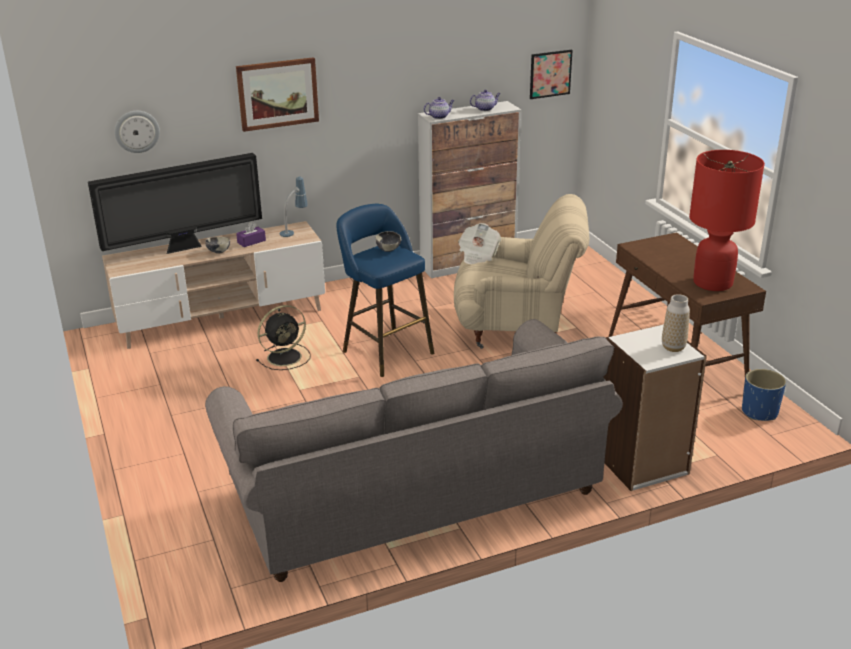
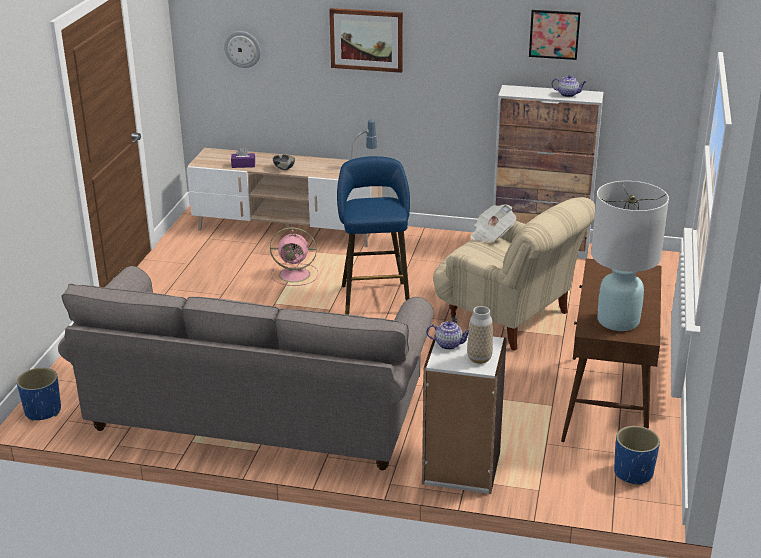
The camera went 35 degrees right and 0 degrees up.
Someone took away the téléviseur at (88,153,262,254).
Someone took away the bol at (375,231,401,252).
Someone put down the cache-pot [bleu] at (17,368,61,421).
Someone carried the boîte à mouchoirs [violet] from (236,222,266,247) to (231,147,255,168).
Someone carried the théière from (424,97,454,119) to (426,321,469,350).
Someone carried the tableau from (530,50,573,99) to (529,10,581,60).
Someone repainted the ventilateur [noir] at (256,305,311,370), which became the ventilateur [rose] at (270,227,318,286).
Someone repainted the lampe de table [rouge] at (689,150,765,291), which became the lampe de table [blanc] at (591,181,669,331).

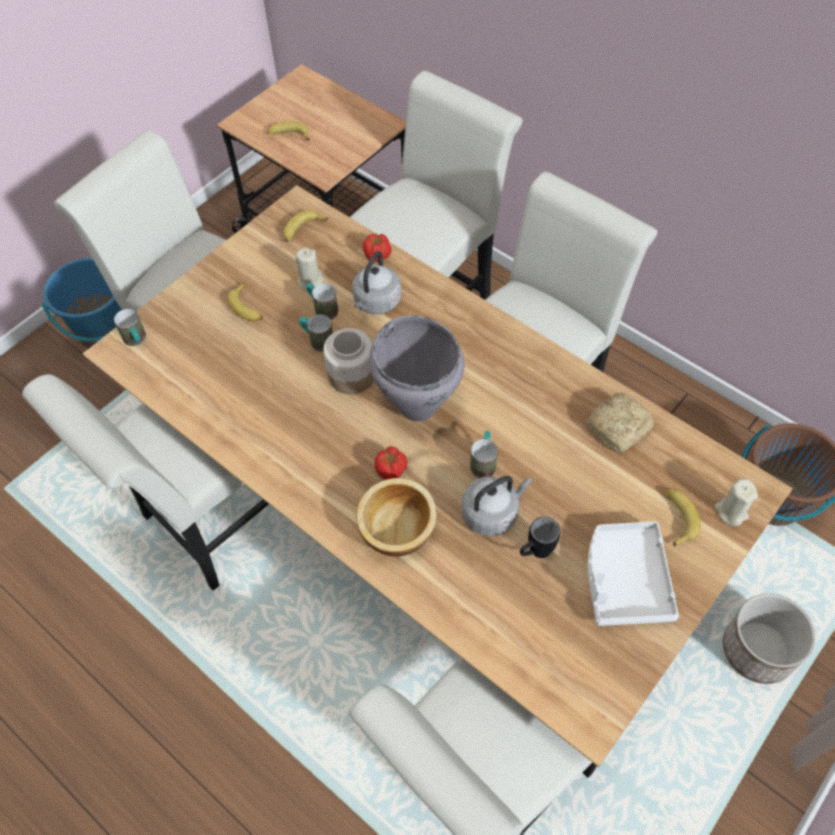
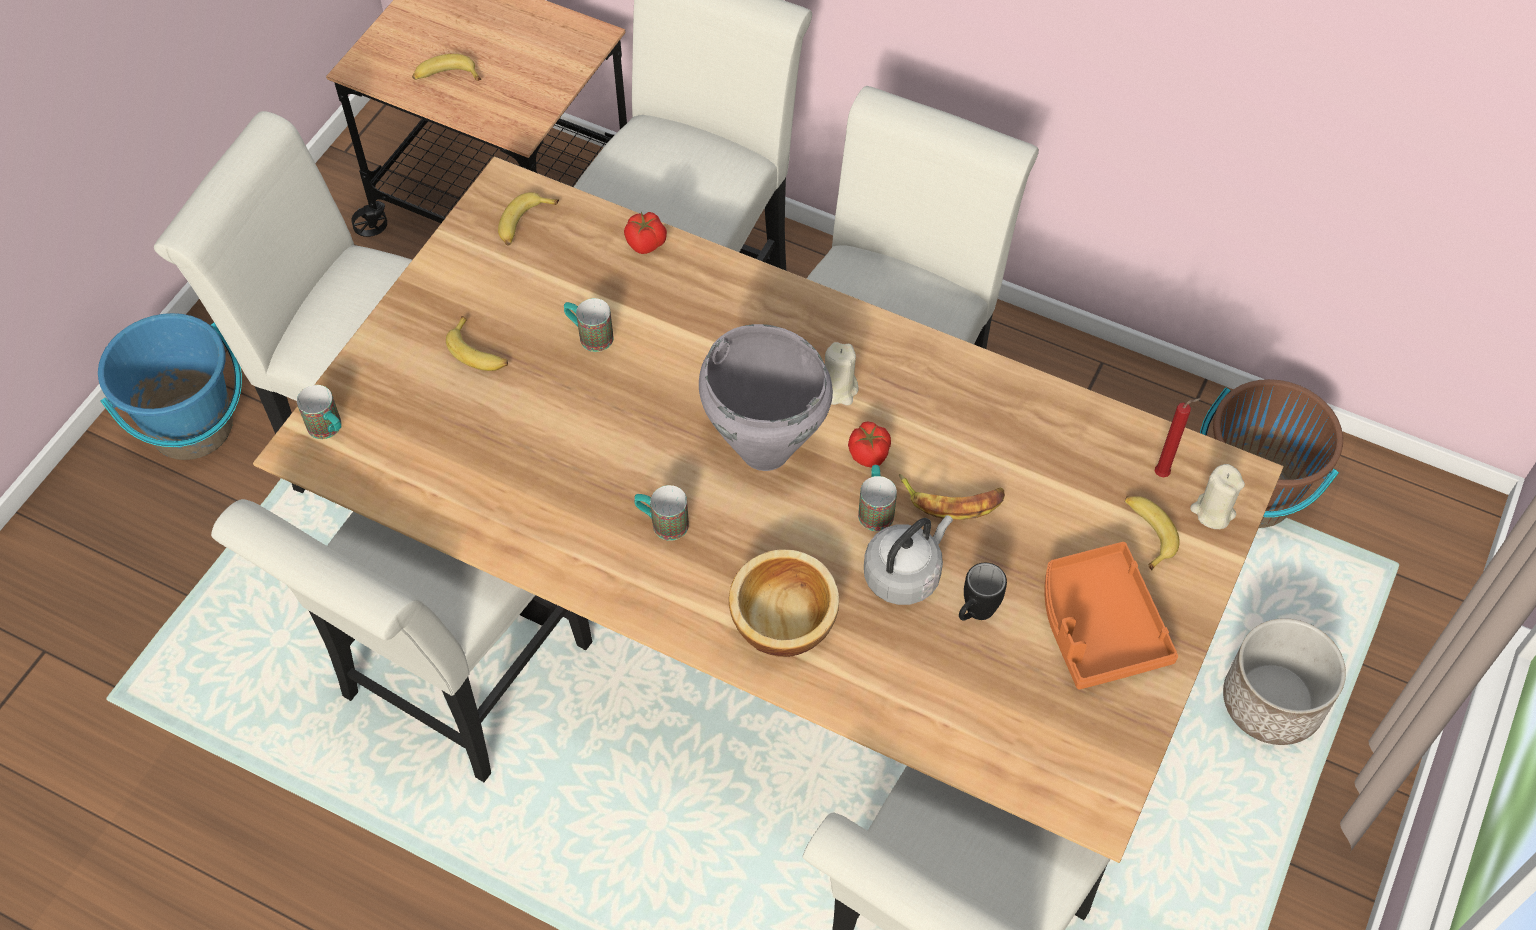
The camera went 15 degrees left and 0 degrees up.
Someone took away the bocal at (323,328,374,394).
Someone took away the bouilloire [gris] at (352,251,401,314).
Someone took away the pain at (587,392,654,452).
Someone put down the banane at (899,474,1005,520).
Someone put down the bougie [rouge] at (1155,398,1201,477).
Someone carried the bougie [beige] from (295,247,323,290) to (825,342,858,405).
Someone carried the mug from (299,314,333,352) to (634,485,689,541).
Someone carried the tomate from (375,447,408,480) to (848,421,891,467).
Someone repainted the plateau [blanc] at (588,521,679,626), which became the plateau [orange] at (1045,542,1178,690).

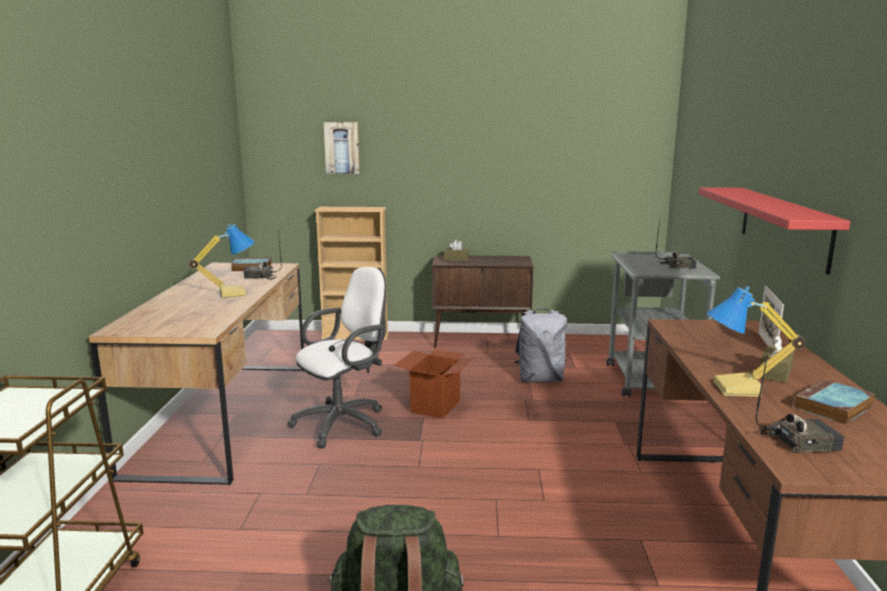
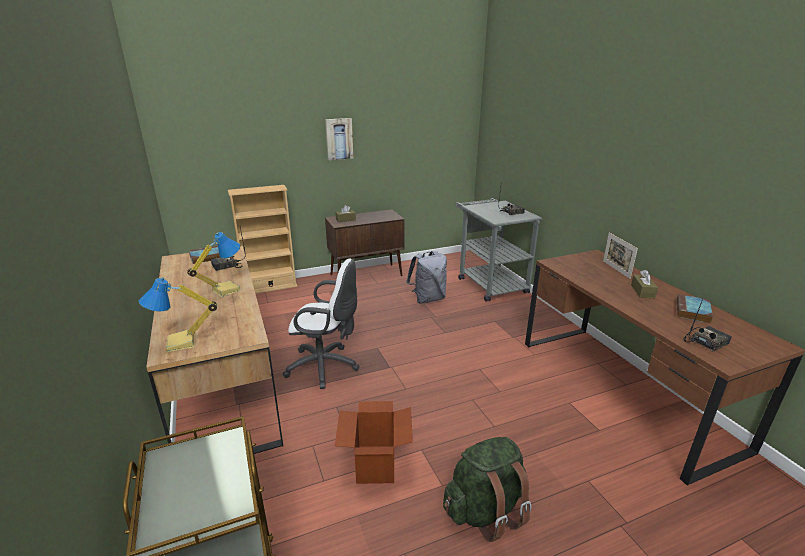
The camera went 25 degrees left and 10 degrees up.
Someone took away the étagère [rouge] at (698,187,851,275).
Someone carried the tableau from (324,122,360,174) to (325,118,353,160).
Someone carried the carton from (394,349,475,419) to (335,401,413,484).
Someone carried the lampe de table from (707,286,805,397) to (139,277,217,352).
Someone rotated the chaise de bureau [blanc] at (287,267,386,448) by 75 degrees clockwise.

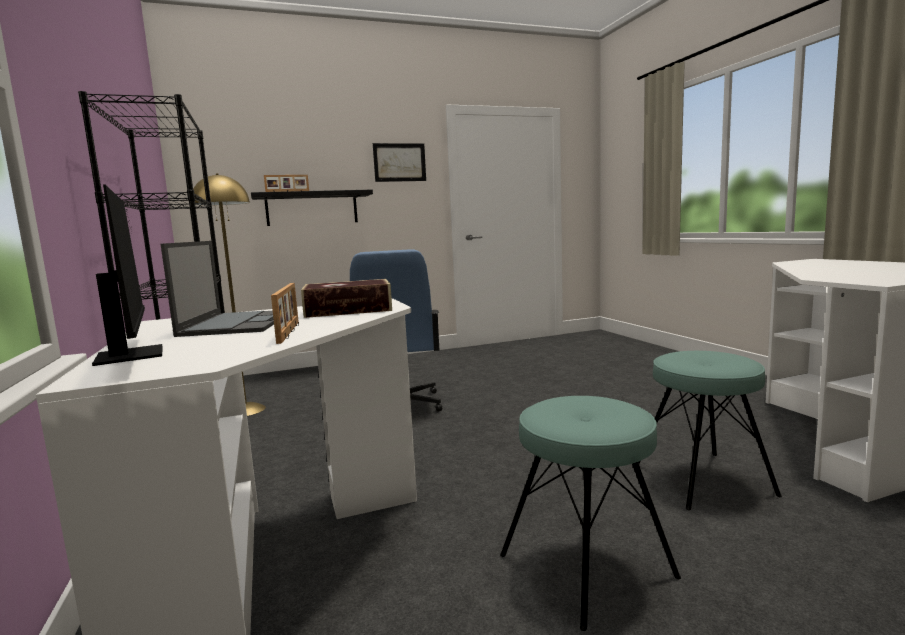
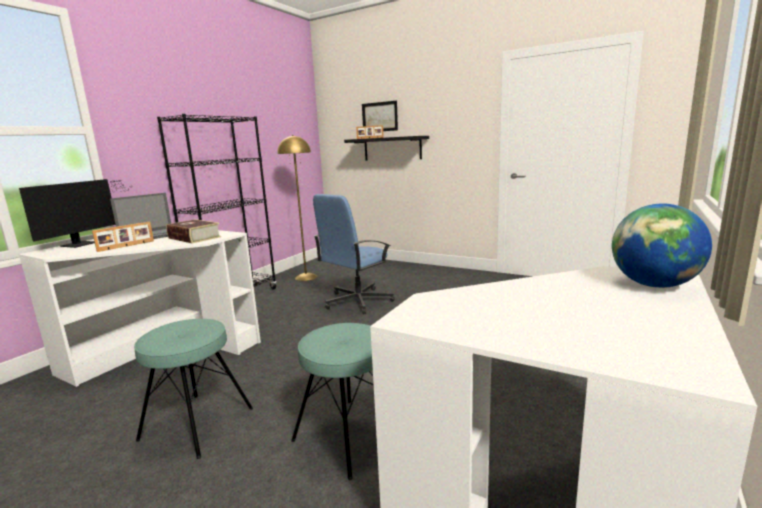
The camera went 50 degrees right and 5 degrees up.
Someone put down the globe at (612,203,712,288).
Someone carried the tableau from (373,143,426,182) to (362,101,398,131).

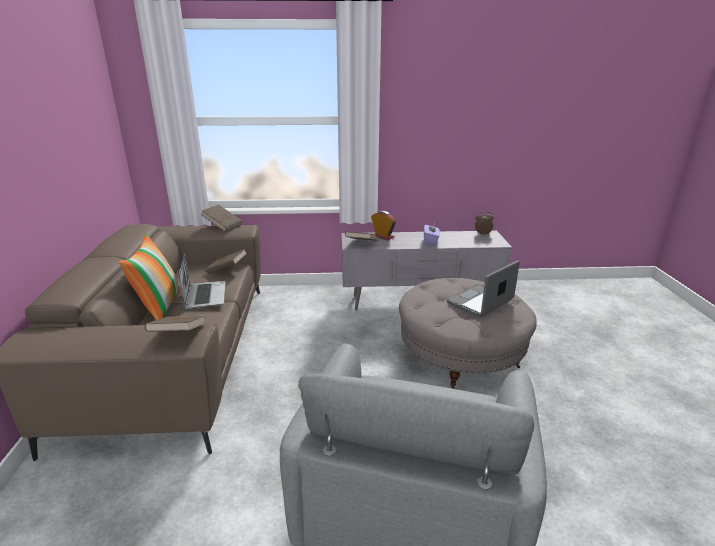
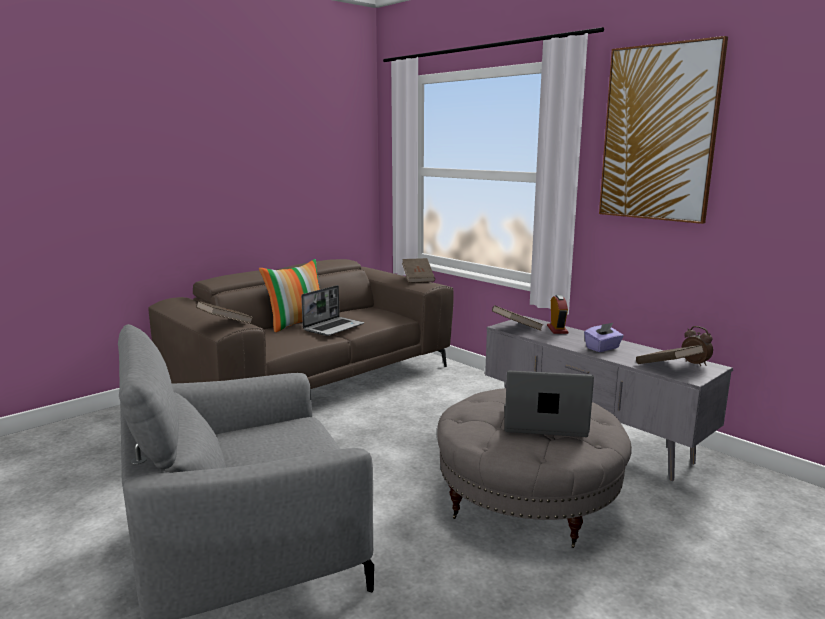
The camera went 50 degrees right and 10 degrees down.
Someone put up the tableau at (599,36,728,224).
Someone carried the livre [marron] from (206,249,247,274) to (636,345,705,364).

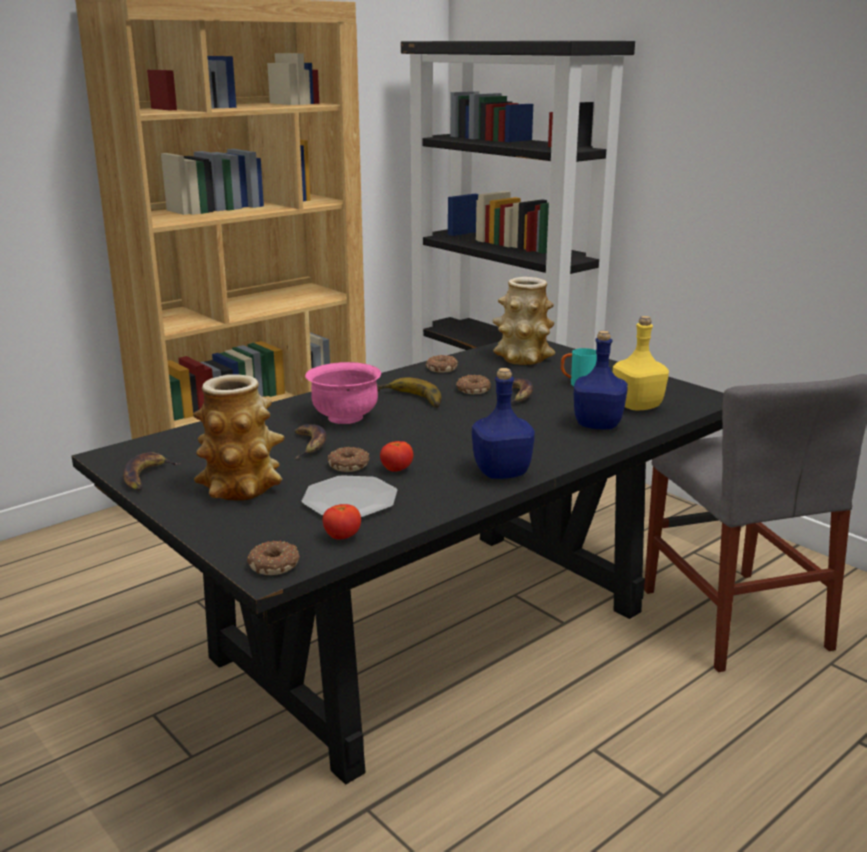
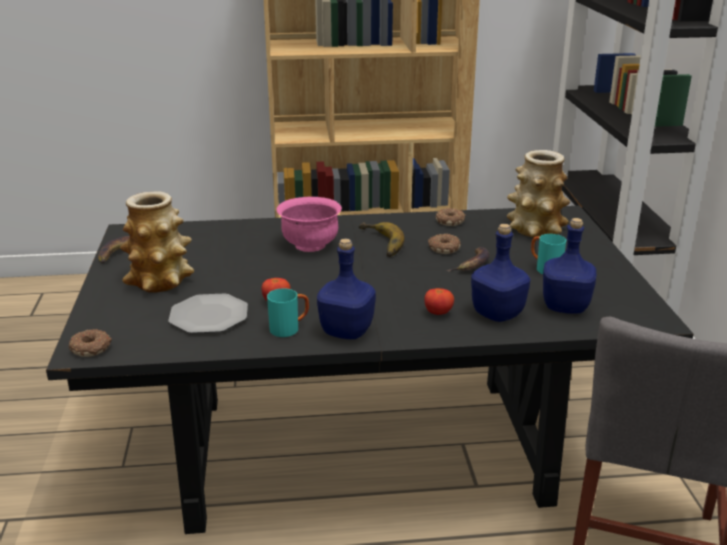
The camera went 35 degrees right and 5 degrees up.
Someone took away the banane at (294,424,327,459).
Someone took away the beignet at (328,447,369,472).
Someone put down the mug [turquoise] at (267,288,309,337).
Someone carried the tomate from (323,504,361,539) to (424,288,454,315).
Someone repainted the bouteille [jaune] at (613,316,669,410), which became the bouteille [bleu] at (543,218,596,314).

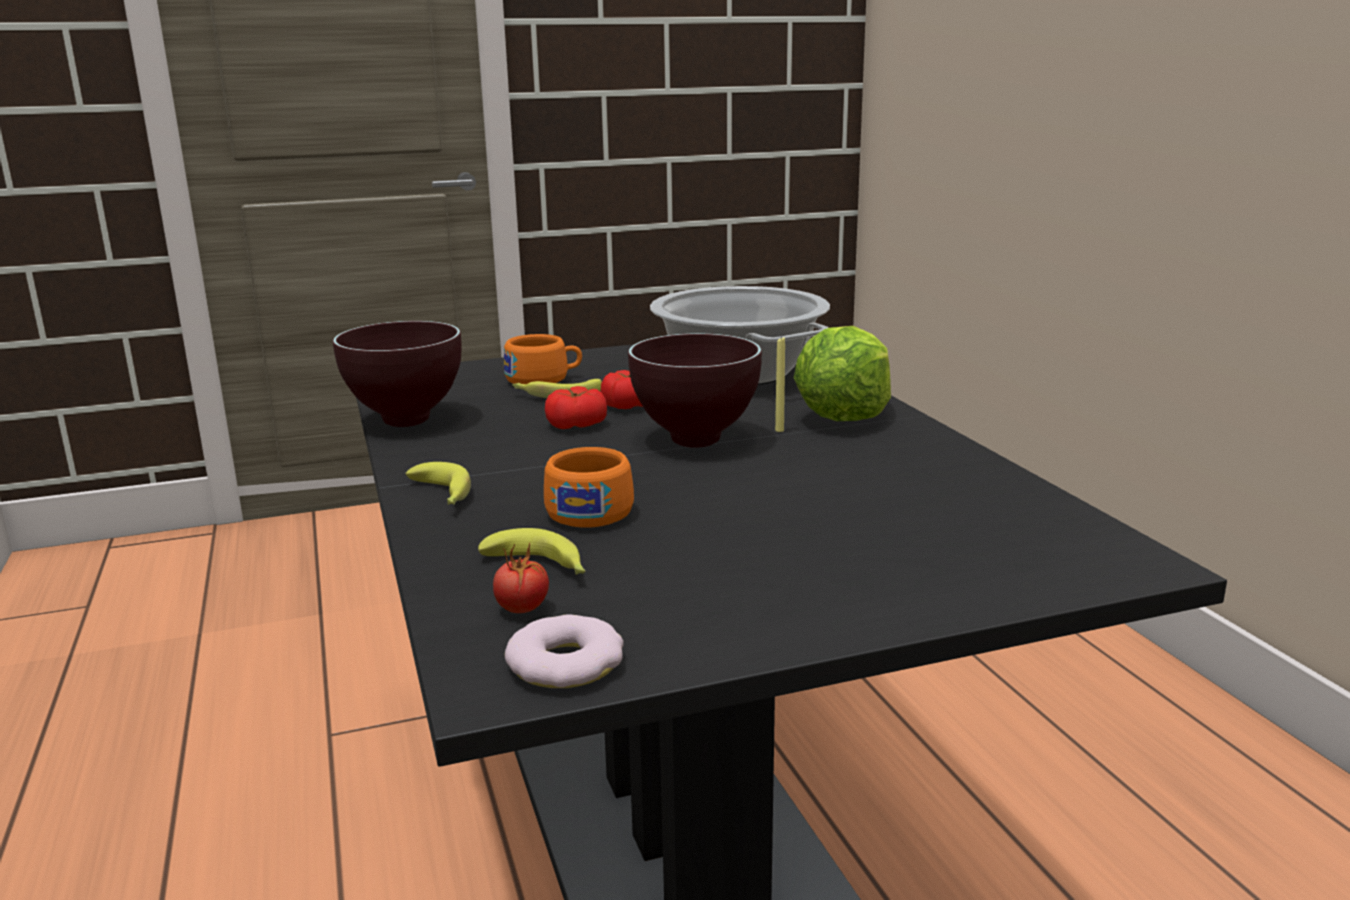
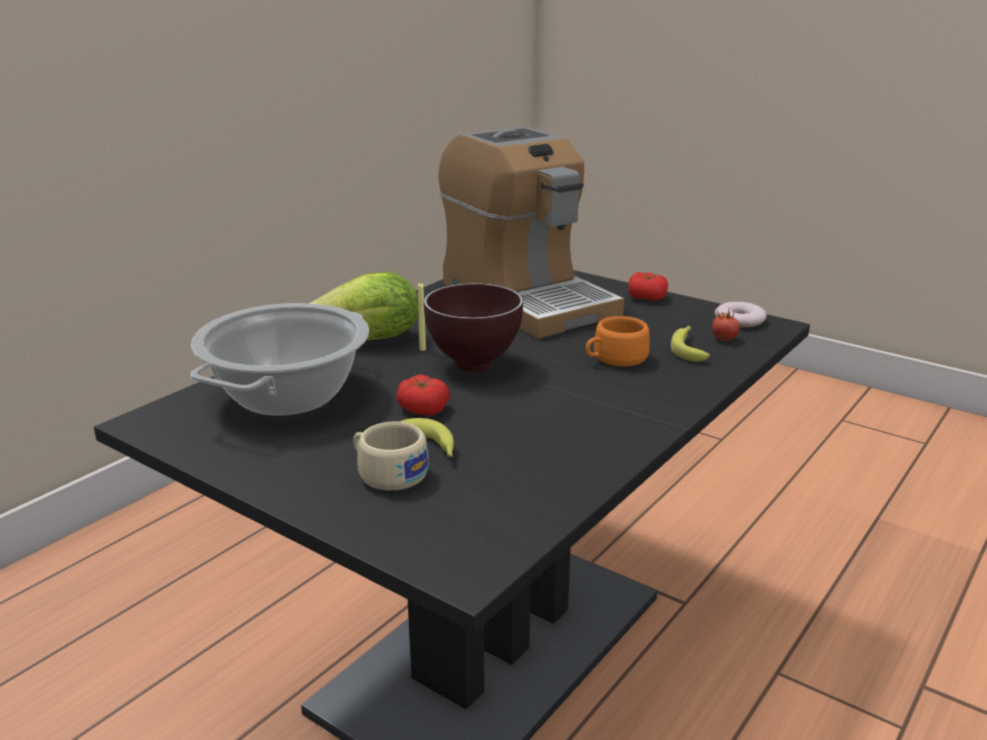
The camera went 125 degrees left and 5 degrees up.
Someone took away the bol [marron] at (333,321,462,427).
Someone took away the banane at (405,462,471,505).
Someone put down the machine à café at (439,126,624,339).
Someone carried the tomate from (545,386,607,429) to (628,272,668,301).
Someone repainted the tasse [orange] at (504,334,582,384), which became the tasse [beige] at (353,422,429,490).

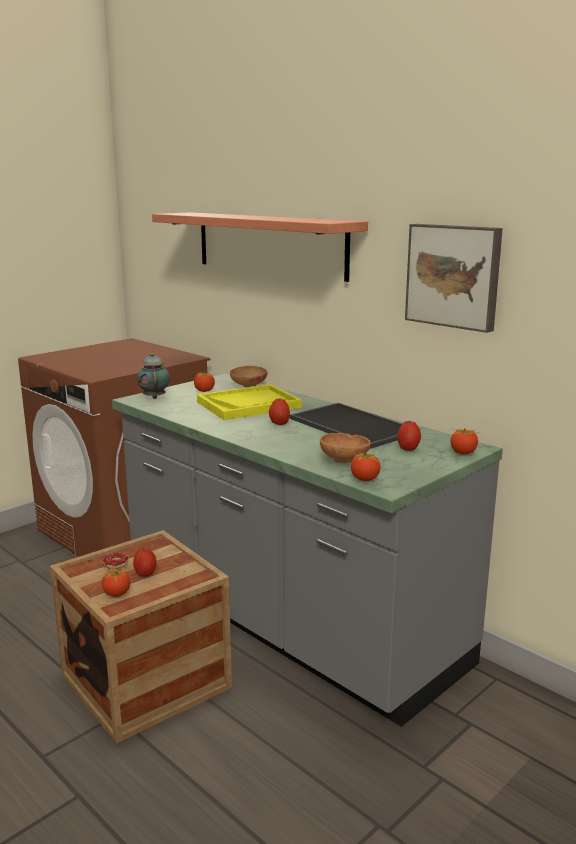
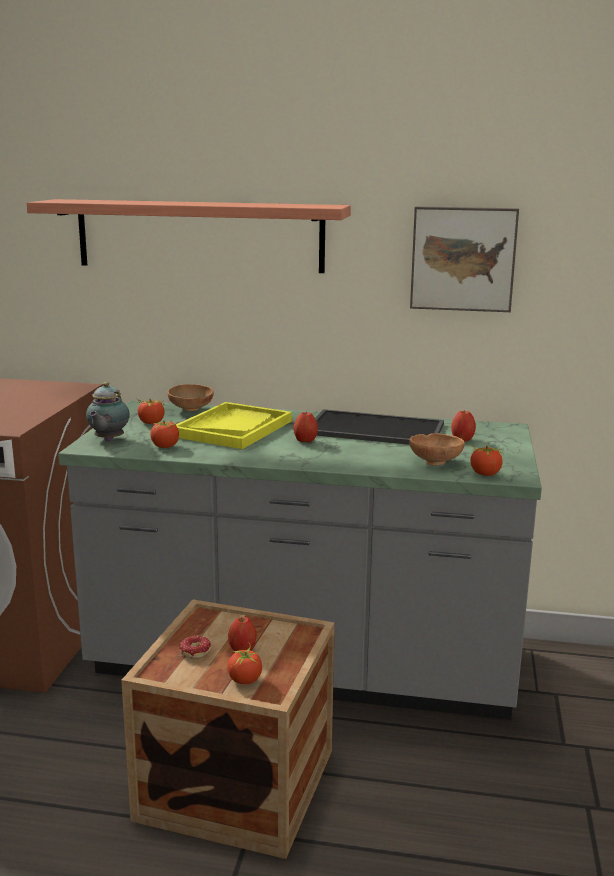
The camera went 35 degrees left and 0 degrees up.
Someone carried the tomate from (450,428,479,455) to (150,420,180,448).
Someone rotated the théière at (137,353,170,399) by 120 degrees counterclockwise.

